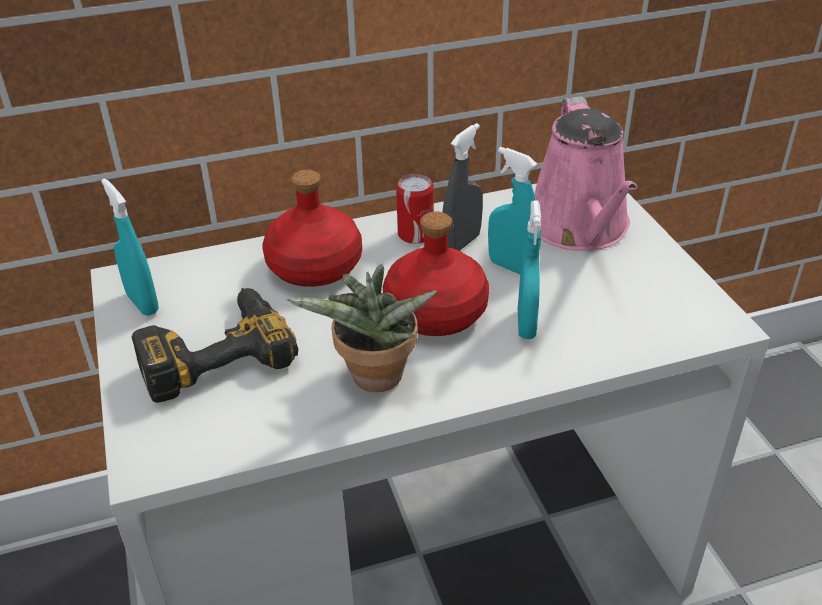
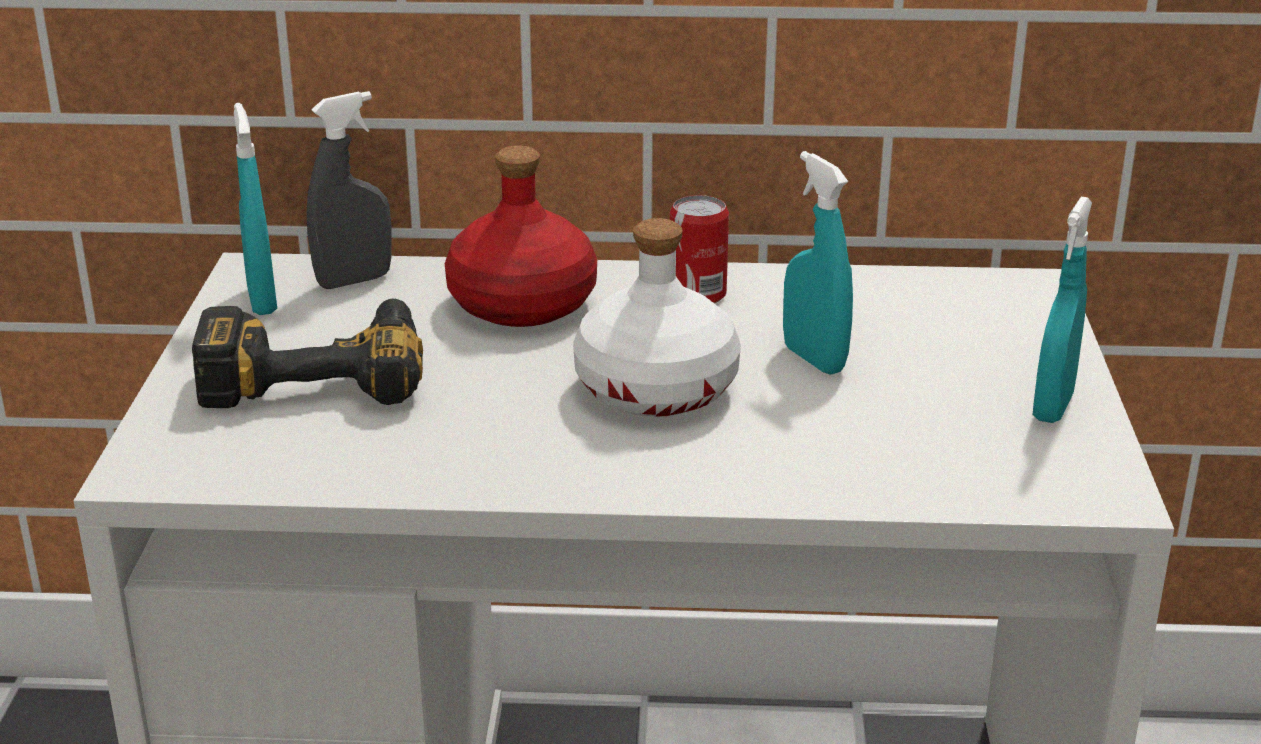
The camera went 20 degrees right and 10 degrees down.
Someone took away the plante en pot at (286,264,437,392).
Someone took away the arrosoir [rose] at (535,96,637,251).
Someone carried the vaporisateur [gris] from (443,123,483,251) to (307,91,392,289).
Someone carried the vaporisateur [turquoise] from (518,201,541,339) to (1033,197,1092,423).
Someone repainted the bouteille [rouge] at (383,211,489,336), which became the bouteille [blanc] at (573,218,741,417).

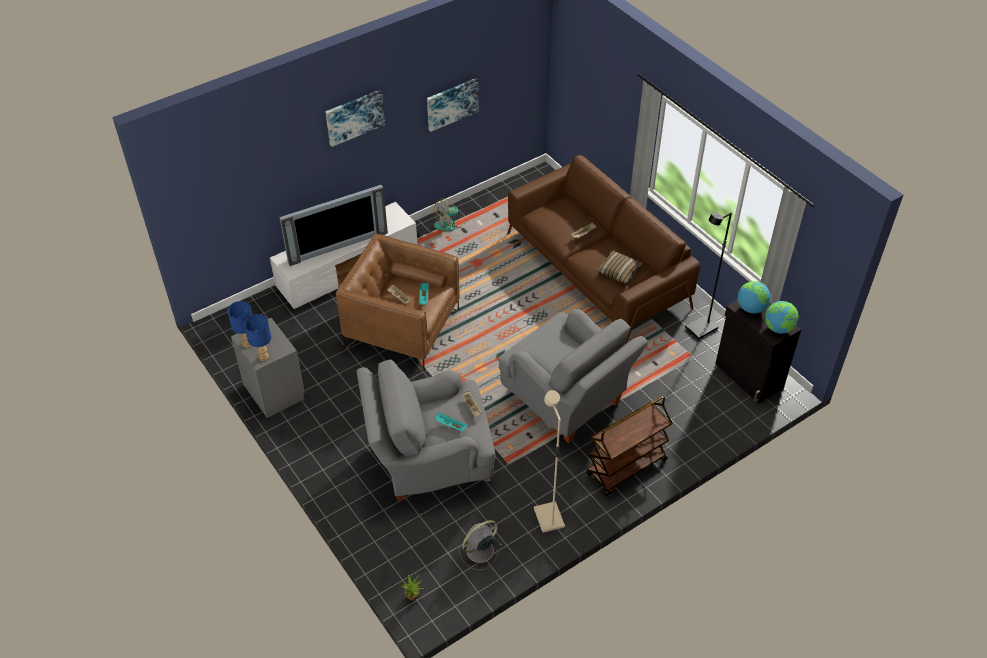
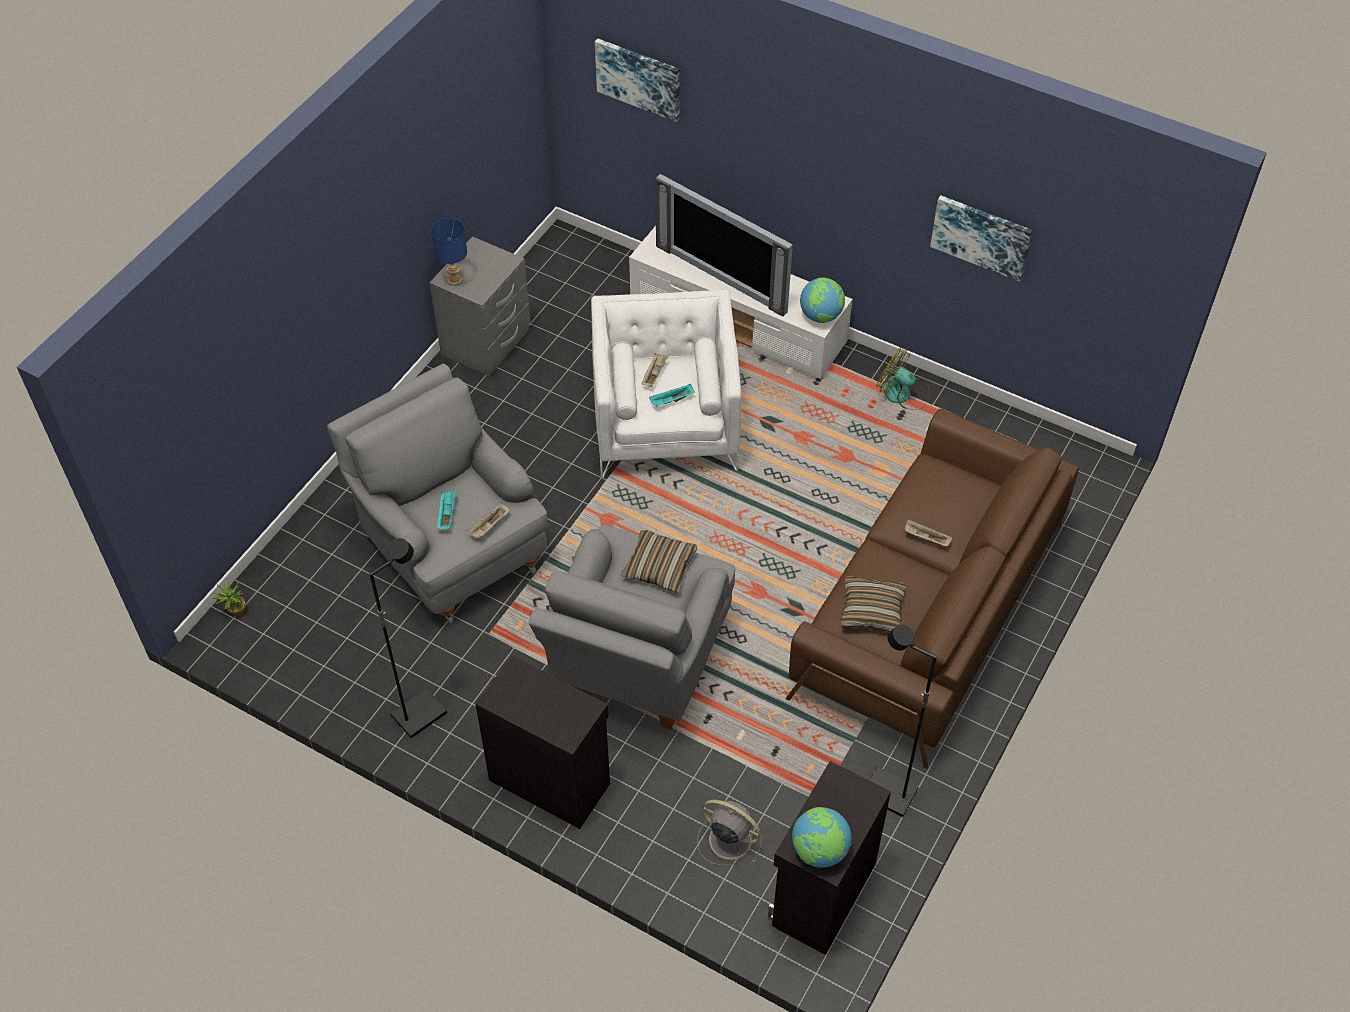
The camera went 65 degrees right and 5 degrees up.
Someone took away the lampe de table [bleu] at (227,301,252,348).
Someone put down the coussin at (621,530,697,593).
Someone carried the tableau from (325,90,385,147) to (595,39,679,122).
Someone carried the ventilateur [gris] from (459,520,502,570) to (697,800,762,866).
Someone carried the globe from (738,281,771,314) to (800,278,845,323).
Someone swapped the chariot [marron] at (586,396,673,496) for the meuble de rangement [noir] at (476,656,610,829).
Someone repainted the fauteuil [marron] at (336,234,460,372), which became the fauteuil [blanc] at (591,290,742,478).
Someone repainted the lampadaire [beige] at (534,390,565,533), which became the lampadaire [noir] at (369,538,447,738).

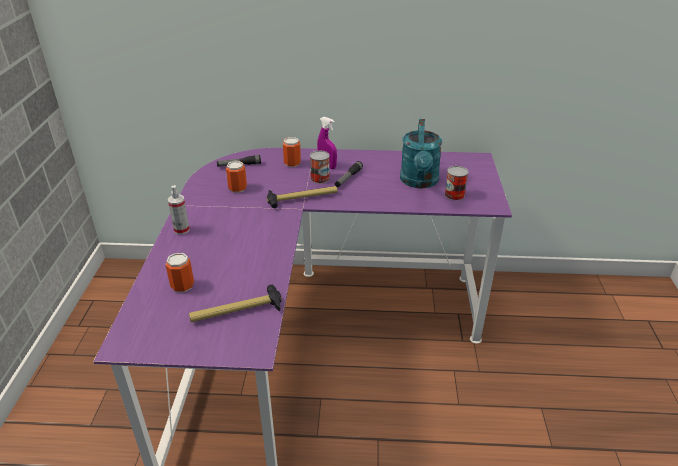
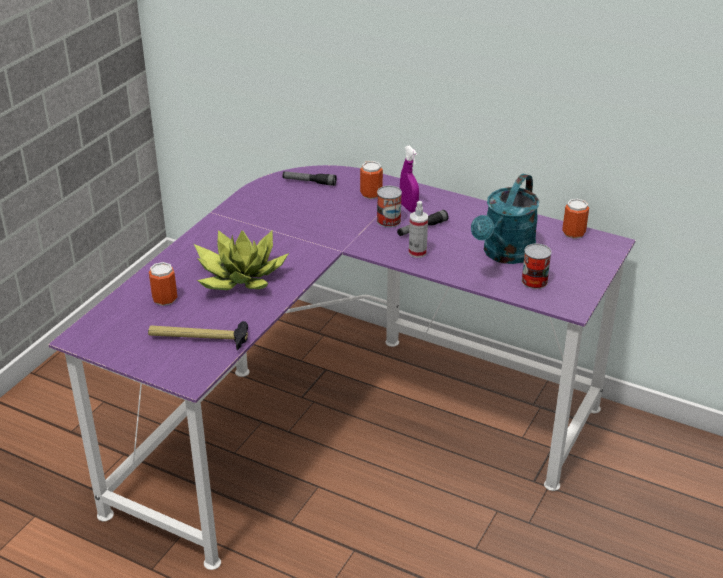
The camera went 25 degrees right and 0 degrees up.
Someone took away the marteau at (267,186,338,208).
Someone put down the plante en pot at (194,230,289,290).
Someone carried the vaporisateur from (168,185,190,235) to (409,201,428,258).
Someone carried the boîte métallique from (226,161,247,193) to (562,199,589,239).

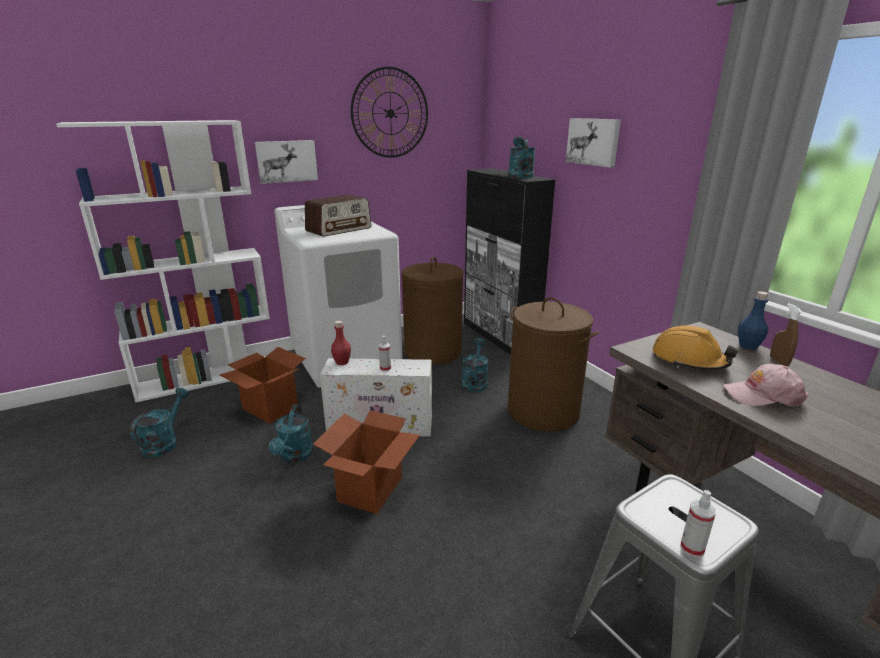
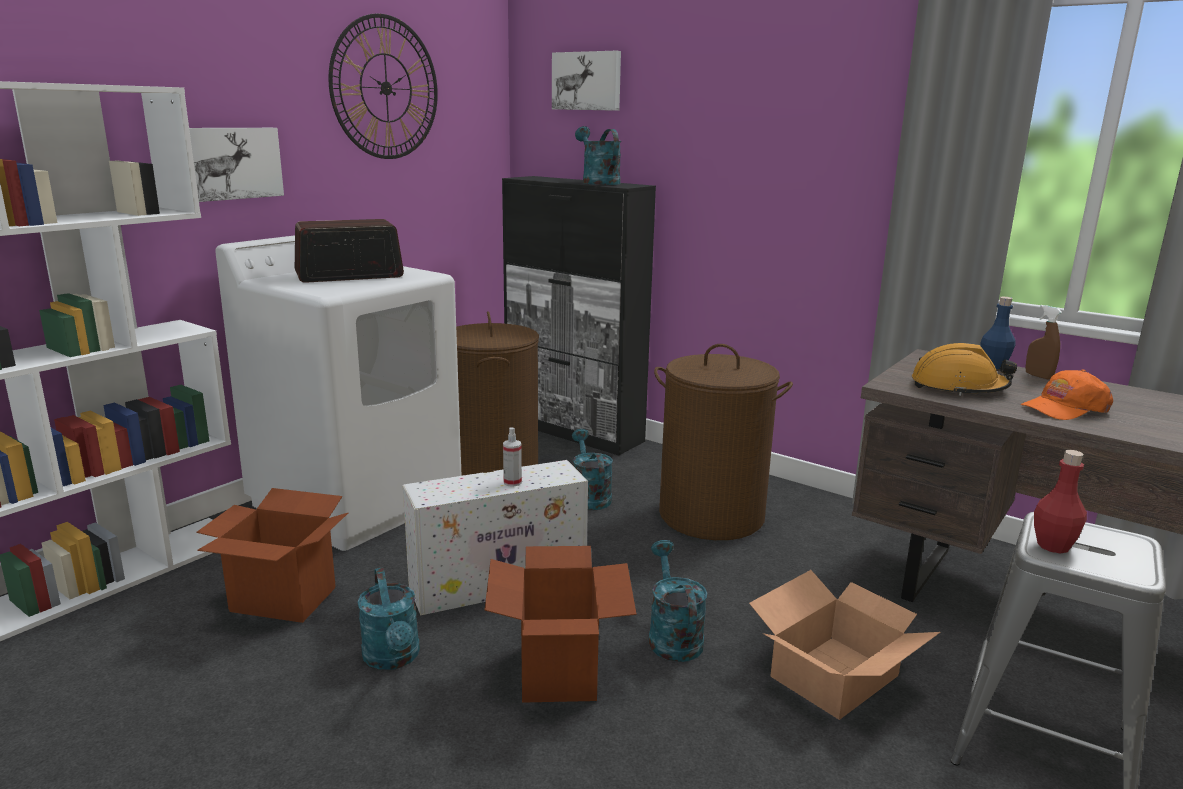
The camera went 25 degrees left and 5 degrees down.
Someone took away the vaporisateur at (680,490,716,558).
Someone put down the carton at (749,570,940,720).
Someone carried the arrosoir [turquoise] from (130,388,189,457) to (649,540,707,662).
Someone carried the bouteille [rouge] from (331,321,351,365) to (1034,450,1087,553).
Someone carried the tableau from (566,118,621,168) to (552,51,621,111).
Someone repainted the casquette [rose] at (723,364,808,406), which became the casquette [orange] at (1021,370,1113,420).
Someone rotated the radio at (305,195,372,237) by 135 degrees counterclockwise.

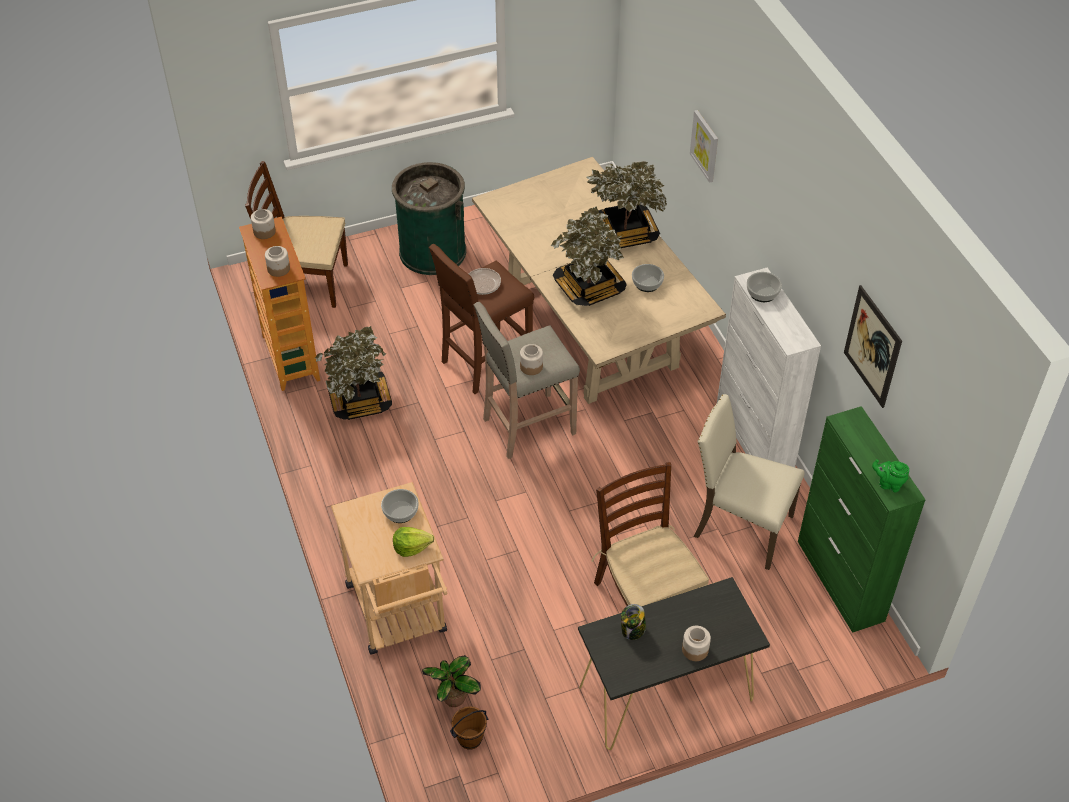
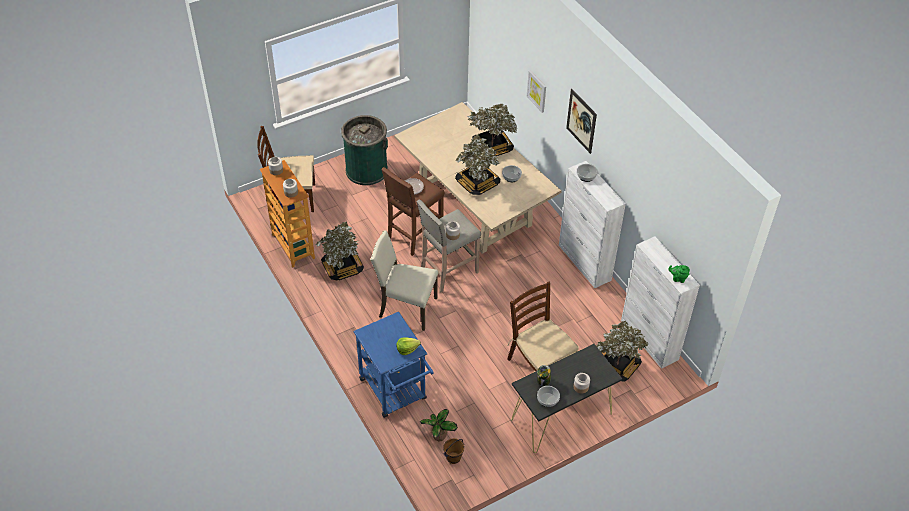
The camera went 10 degrees left and 0 degrees up.
Someone put down the plante en pot at (597,320,648,381).
Someone carried the bol from (381,489,419,523) to (537,386,560,407).
Someone carried the chaise [beige] from (693,394,805,570) to (370,230,438,331).
Someone carried the tableau from (844,285,902,408) to (566,89,597,154).
Someone repainted the chariot [beige] at (331,482,447,655), which became the chariot [bleu] at (353,312,434,418).
Someone repainted the meuble de rangement [vert] at (798,406,926,633), which became the meuble de rangement [blanc] at (621,236,700,369).

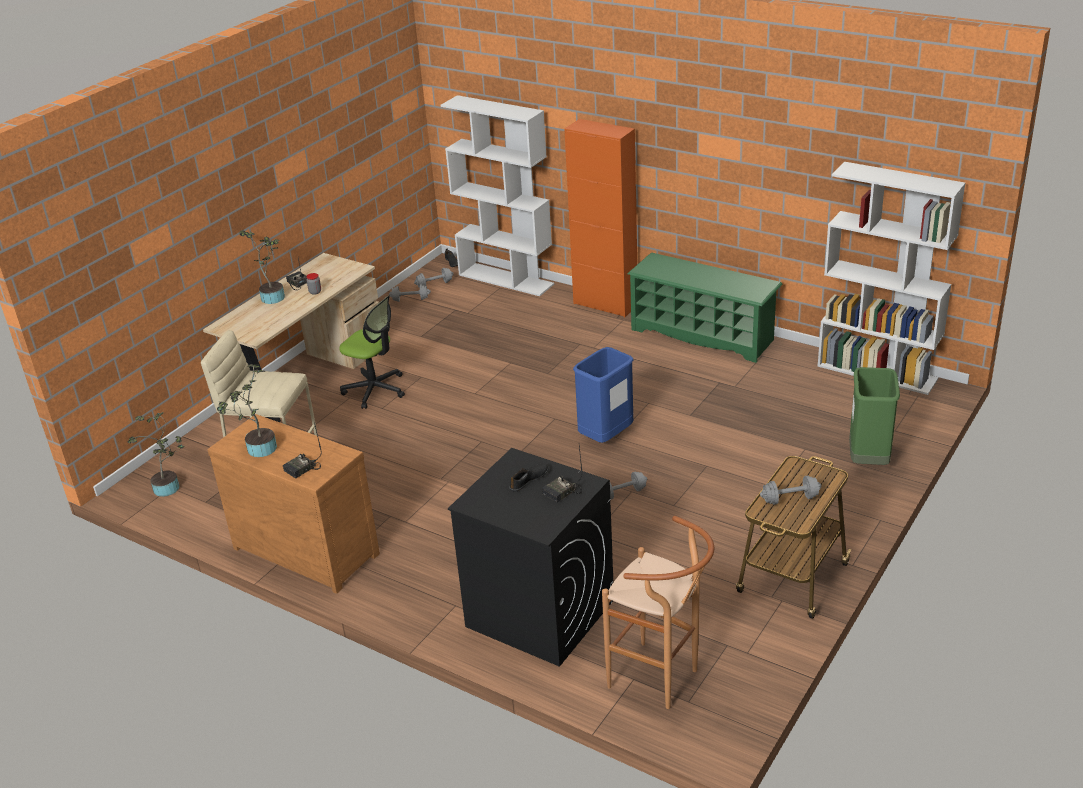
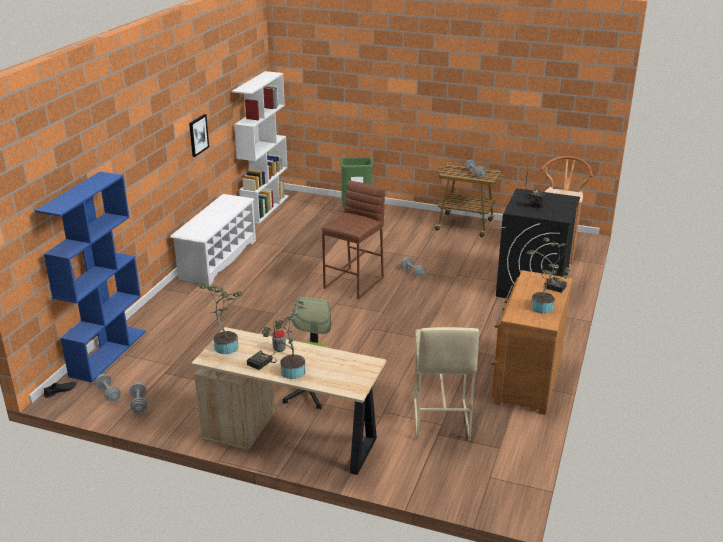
The camera went 105 degrees left and 5 degrees down.
Someone took away the meuble de rangement [orange] at (564,119,637,317).
Someone put up the tableau at (189,114,209,157).
Someone carried the plante en pot from (128,412,184,497) to (199,283,243,354).
Someone swapped the poubelle [bleu] at (573,347,634,443) for the tabouret [marron] at (322,181,385,299).
Someone repainted the bibliothèque [blanc] at (441,95,554,296), which became the bibliothèque [bleu] at (35,172,146,383).
Someone repainted the étagère à chaussures [vert] at (627,253,782,363), which became the étagère à chaussures [blanc] at (170,194,256,286).

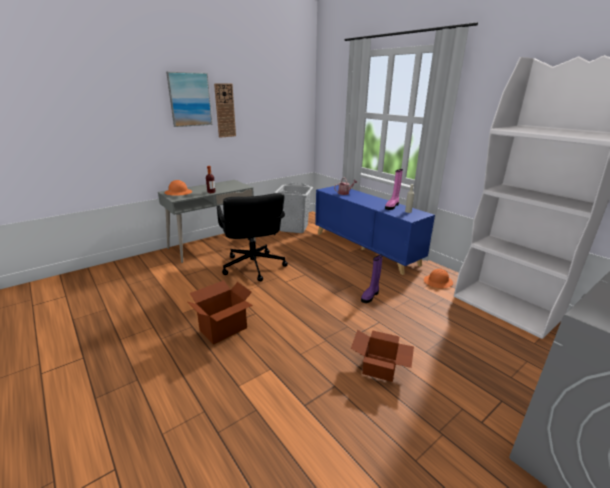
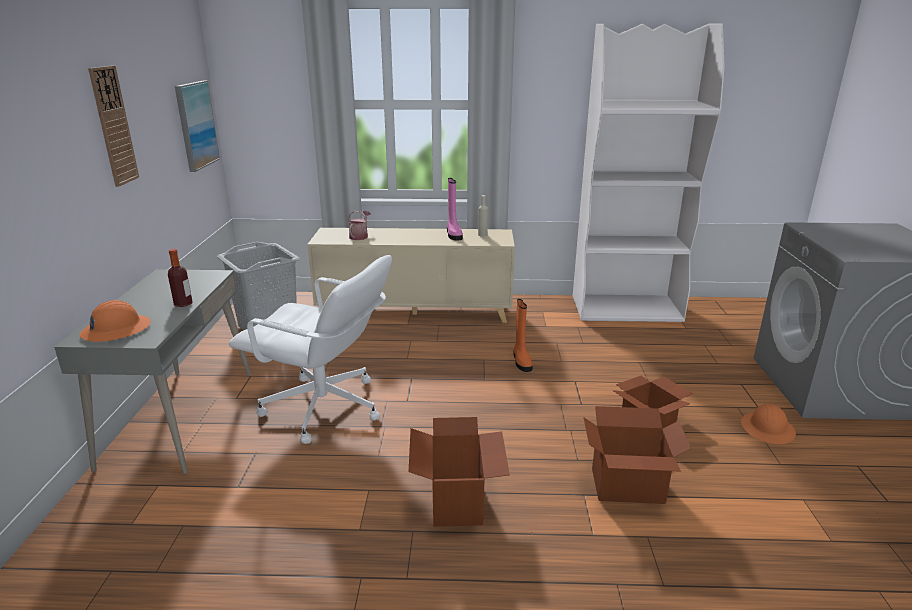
The camera went 50 degrees left and 0 degrees up.
Someone put down the carton at (583,406,691,504).
Someone carried the tableau from (166,72,212,127) to (175,81,220,172).
Someone carried the casque de chantier [orange] from (424,269,453,288) to (741,404,796,444).
Someone repainted the chaise de bureau [noir] at (217,193,288,281), which became the chaise de bureau [blanc] at (229,255,392,444).
Someone repainted the meuble de rangement [bleu] at (315,185,435,275), which became the meuble de rangement [beige] at (307,228,515,323).
Someone repainted the botte [violet] at (361,254,383,303), which became the botte [orange] at (513,299,533,372).

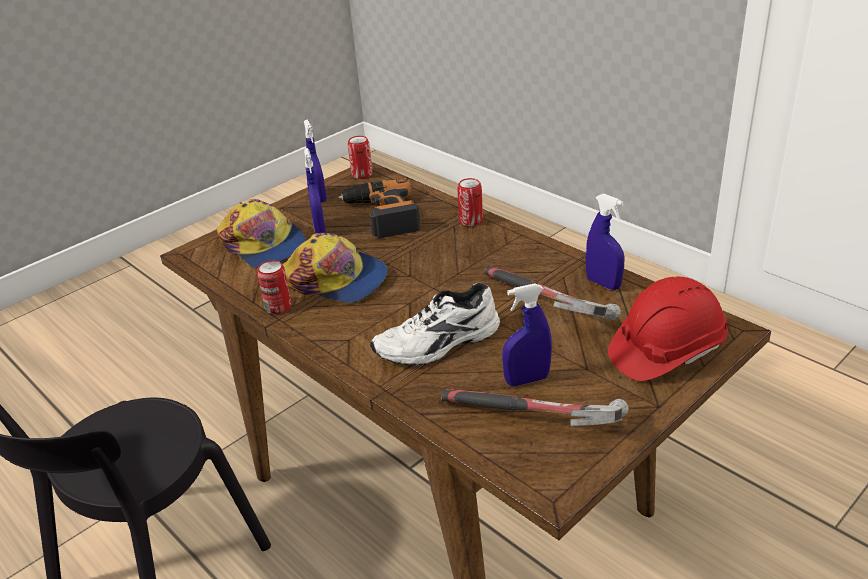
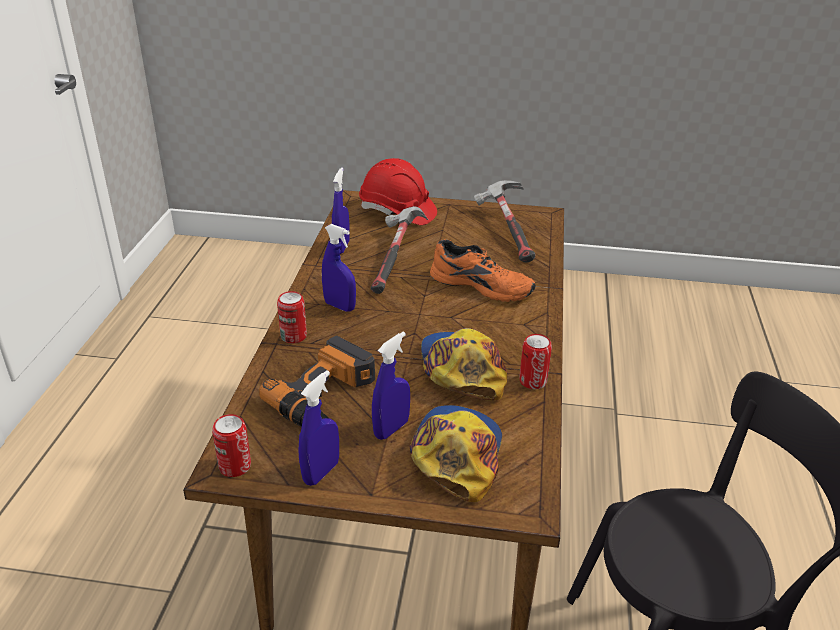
The camera went 130 degrees left and 0 degrees up.
Someone carried the vaporisateur [bleu] from (502,283,552,386) to (322,224,356,312).
Someone repainted the chaussure [blanc] at (370,282,500,366), which became the chaussure [orange] at (430,239,536,302).

